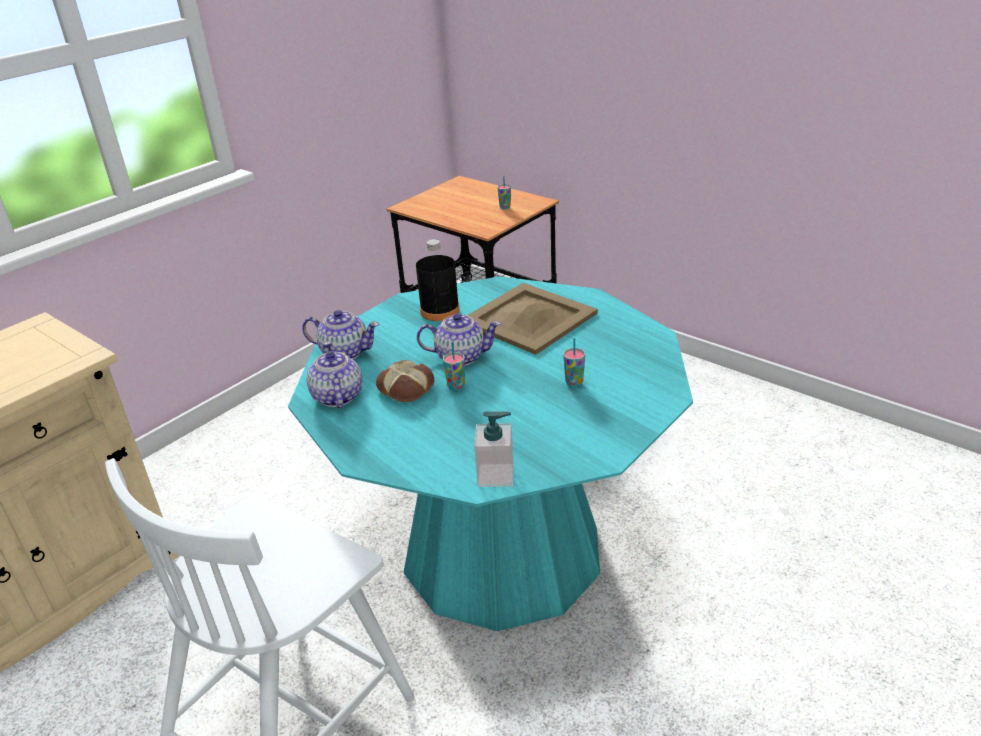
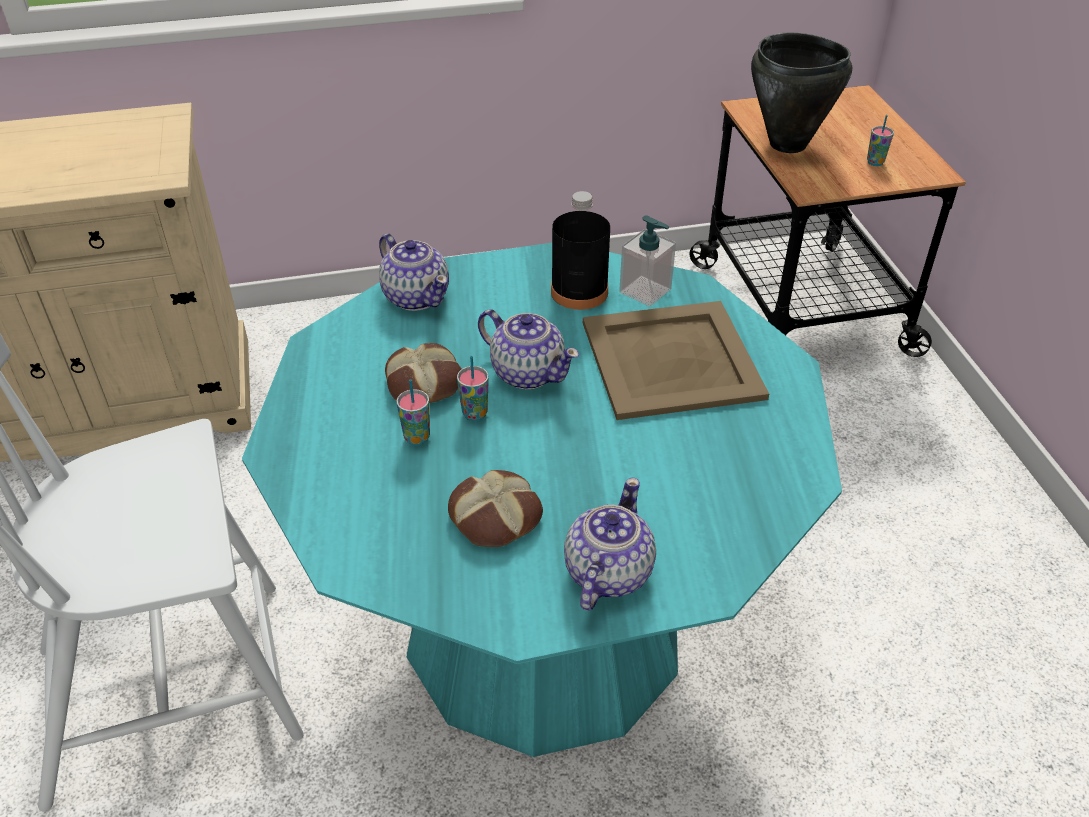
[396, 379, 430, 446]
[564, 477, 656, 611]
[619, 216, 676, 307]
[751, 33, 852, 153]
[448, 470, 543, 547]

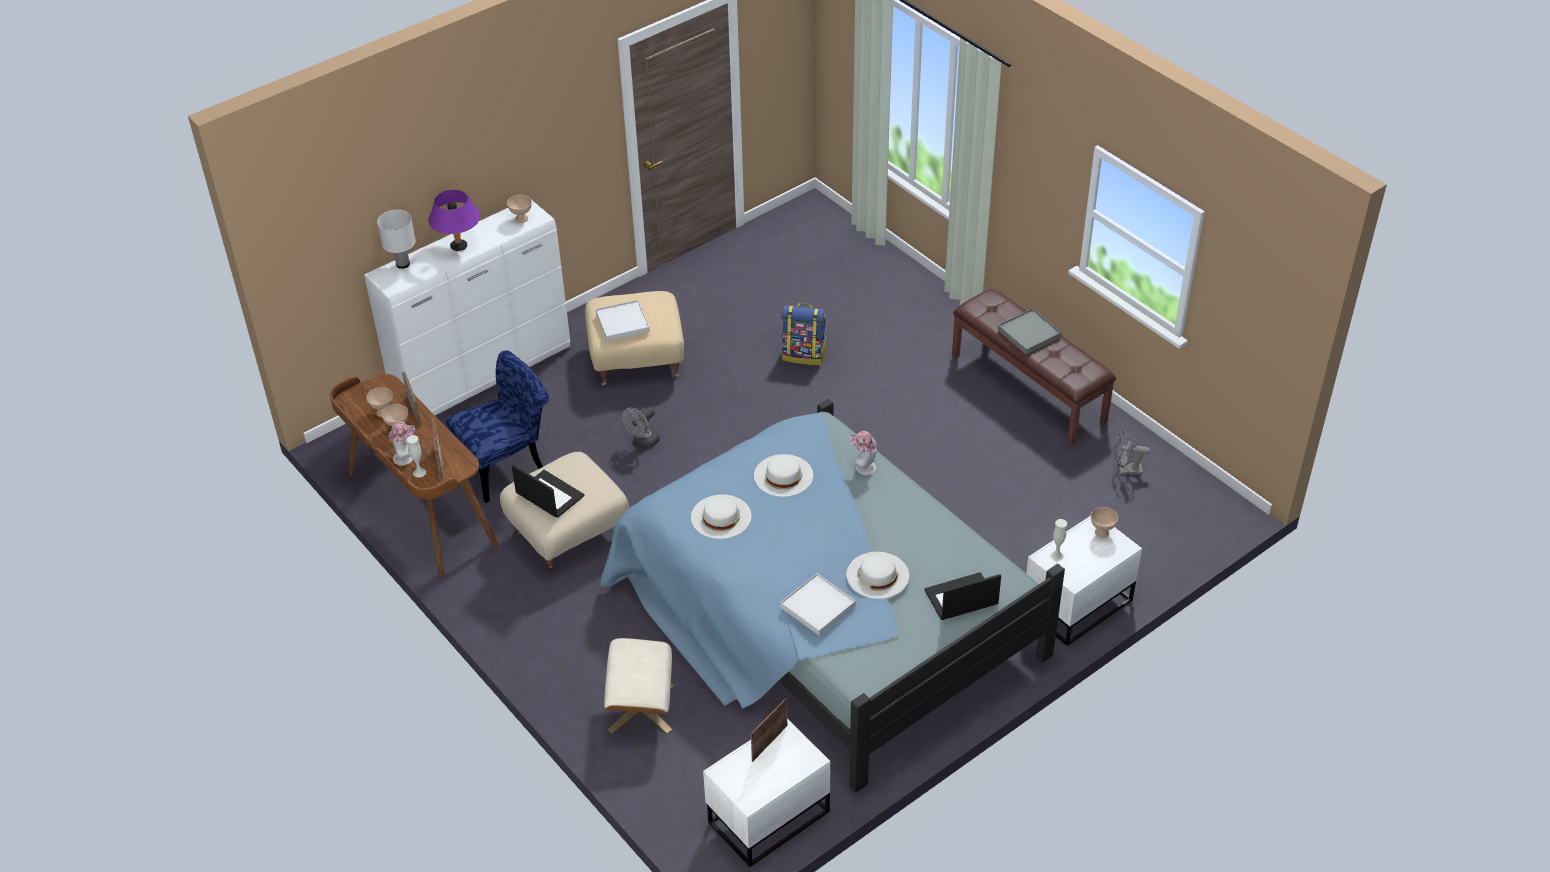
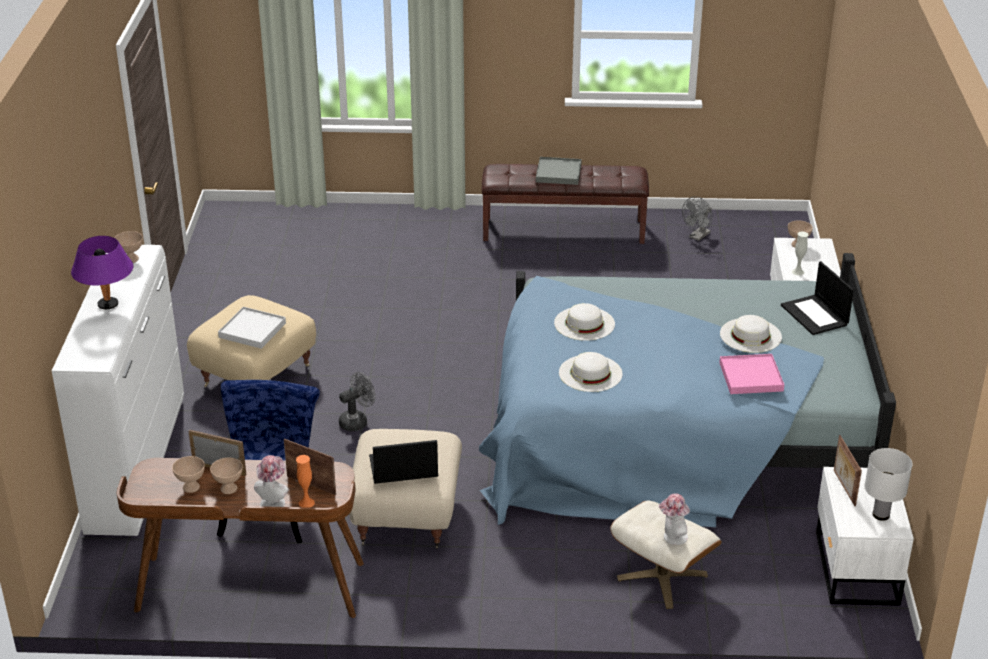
[864, 448, 913, 521]
[781, 303, 826, 365] (first image)
[339, 372, 376, 431]
[658, 493, 690, 545]
[296, 455, 315, 508]
[781, 261, 854, 335]
[719, 354, 784, 394]

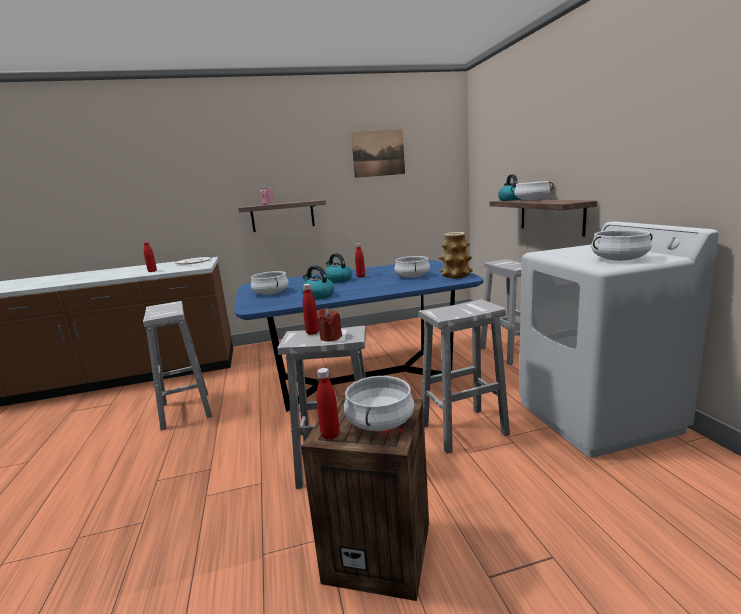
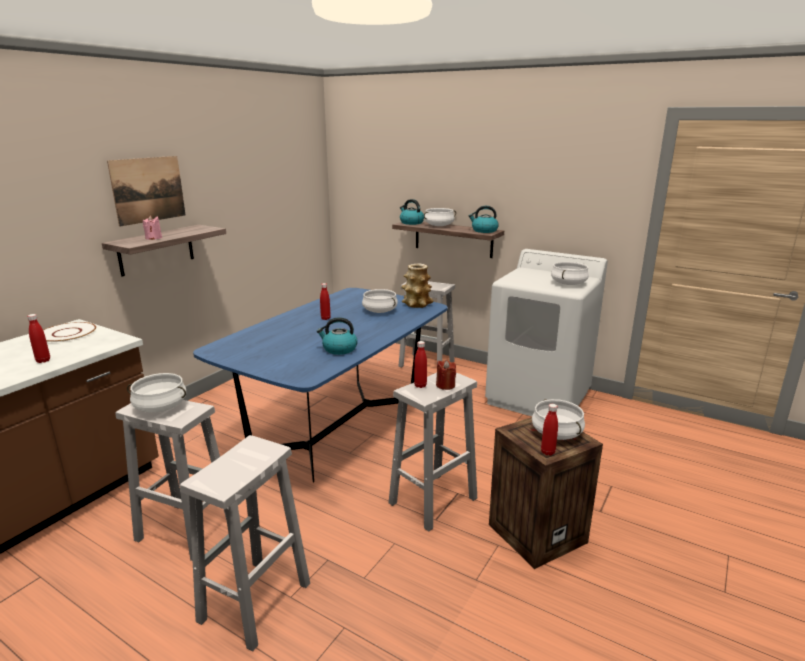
[107, 156, 186, 227]
[469, 206, 499, 233]
[127, 373, 186, 413]
[180, 435, 310, 652]

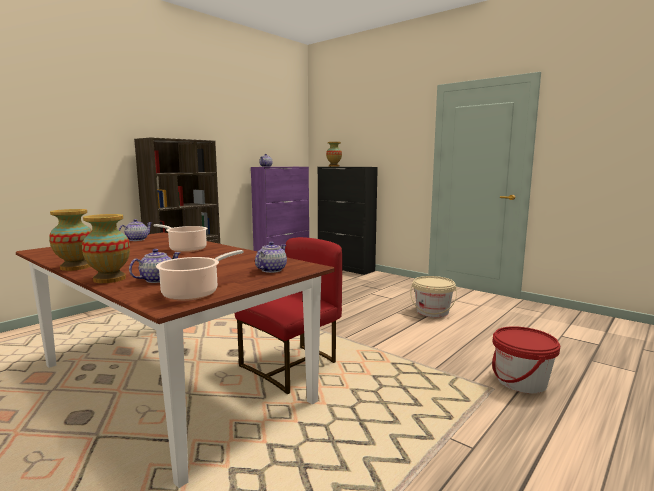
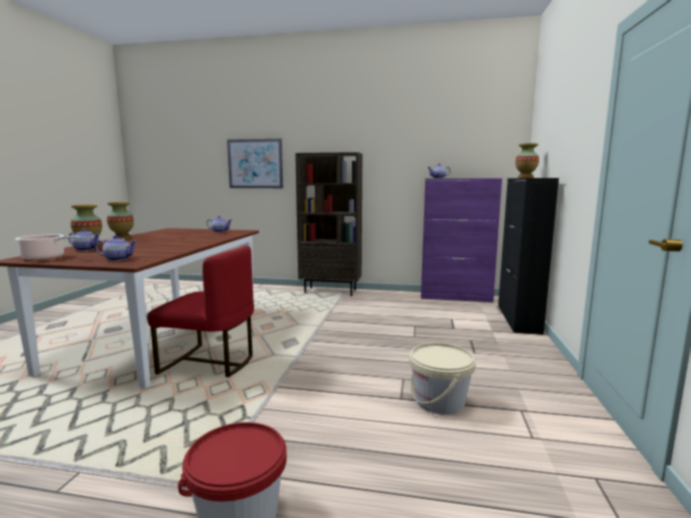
[154, 224, 208, 252] (first image)
[227, 139, 283, 188]

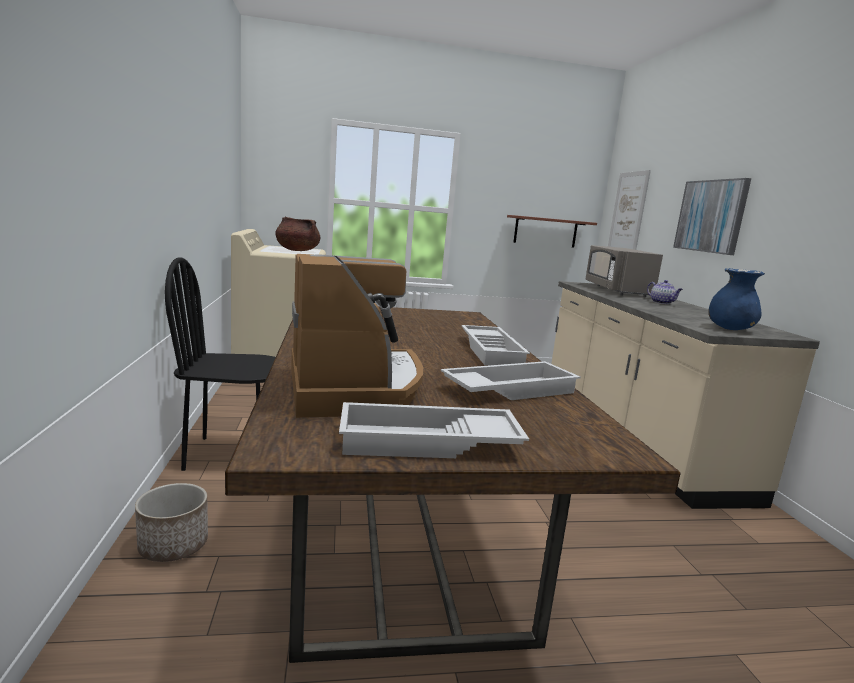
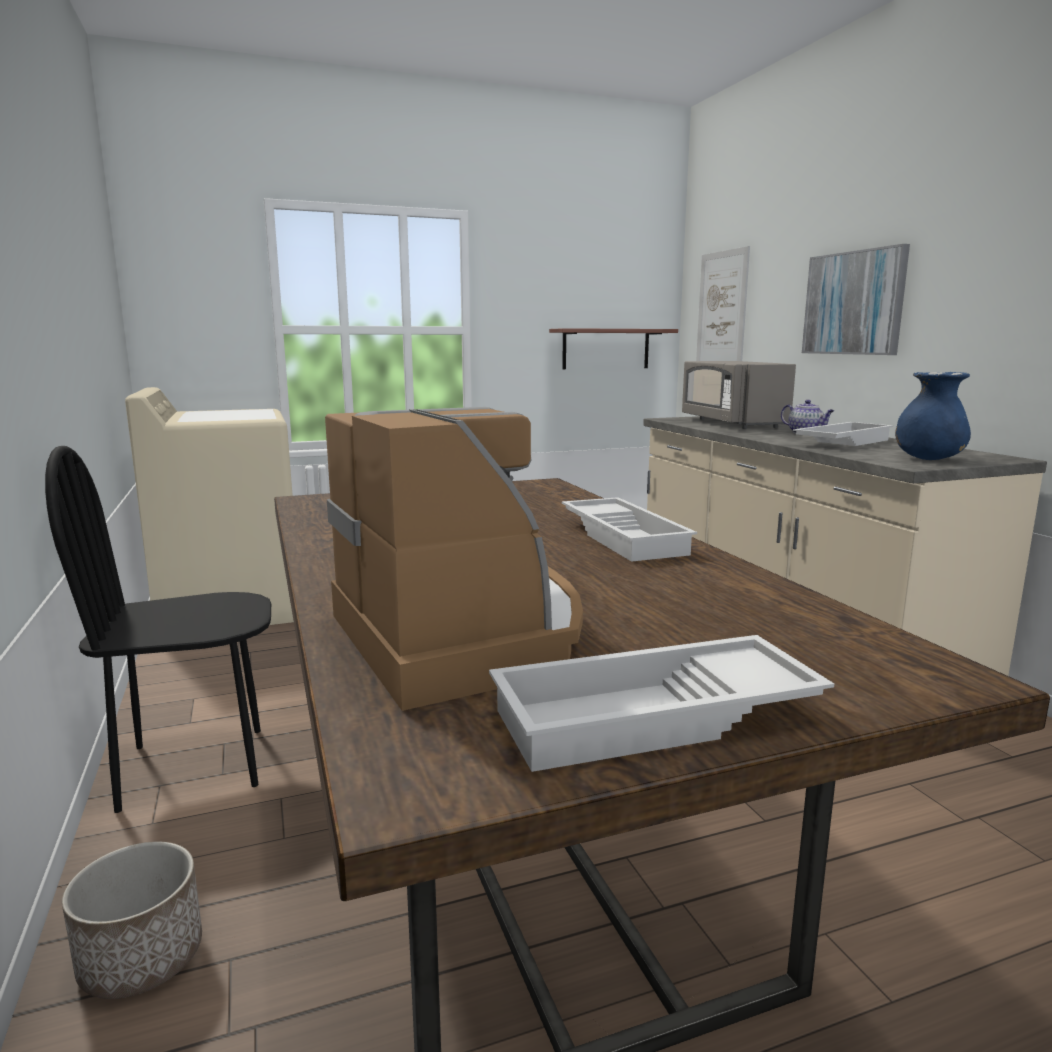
[275, 216, 320, 251] (first image)
[793, 422, 893, 446]

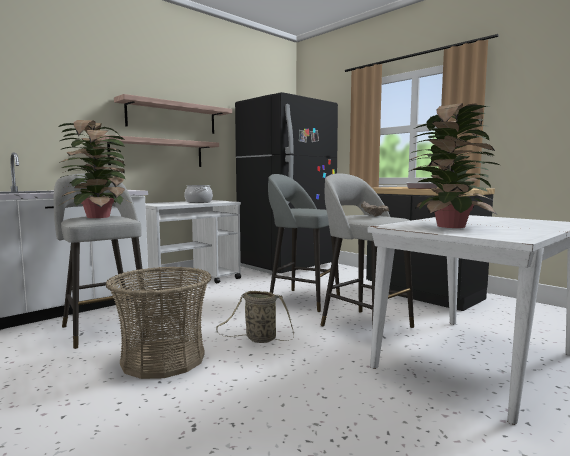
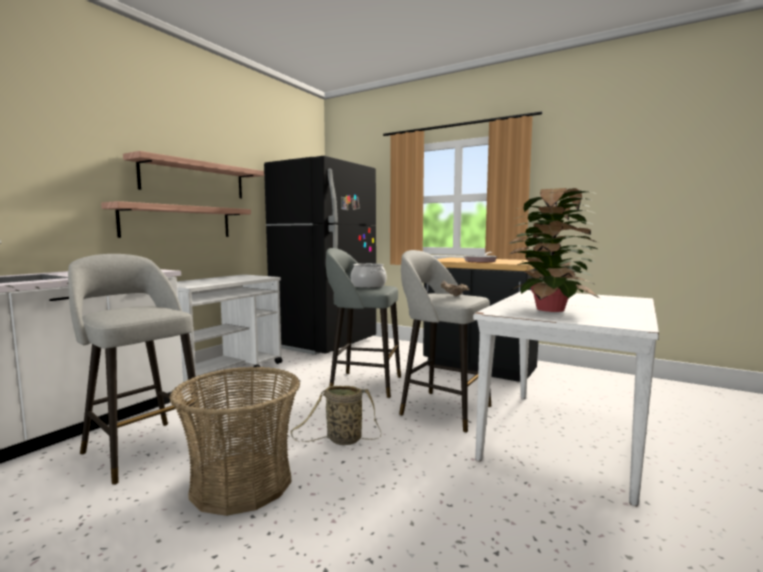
[58, 120, 133, 218] (first image)
[351, 263, 387, 288]

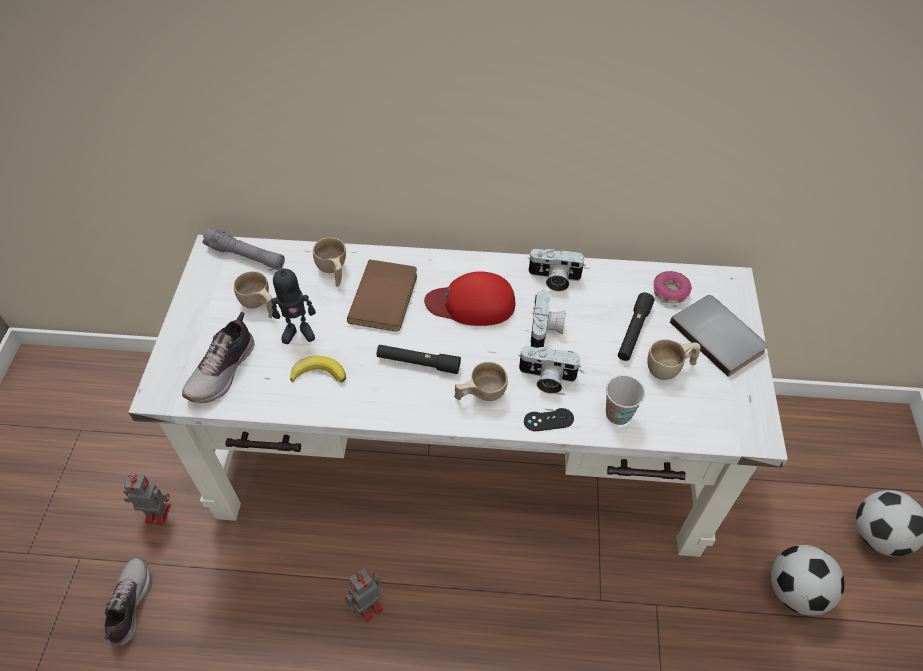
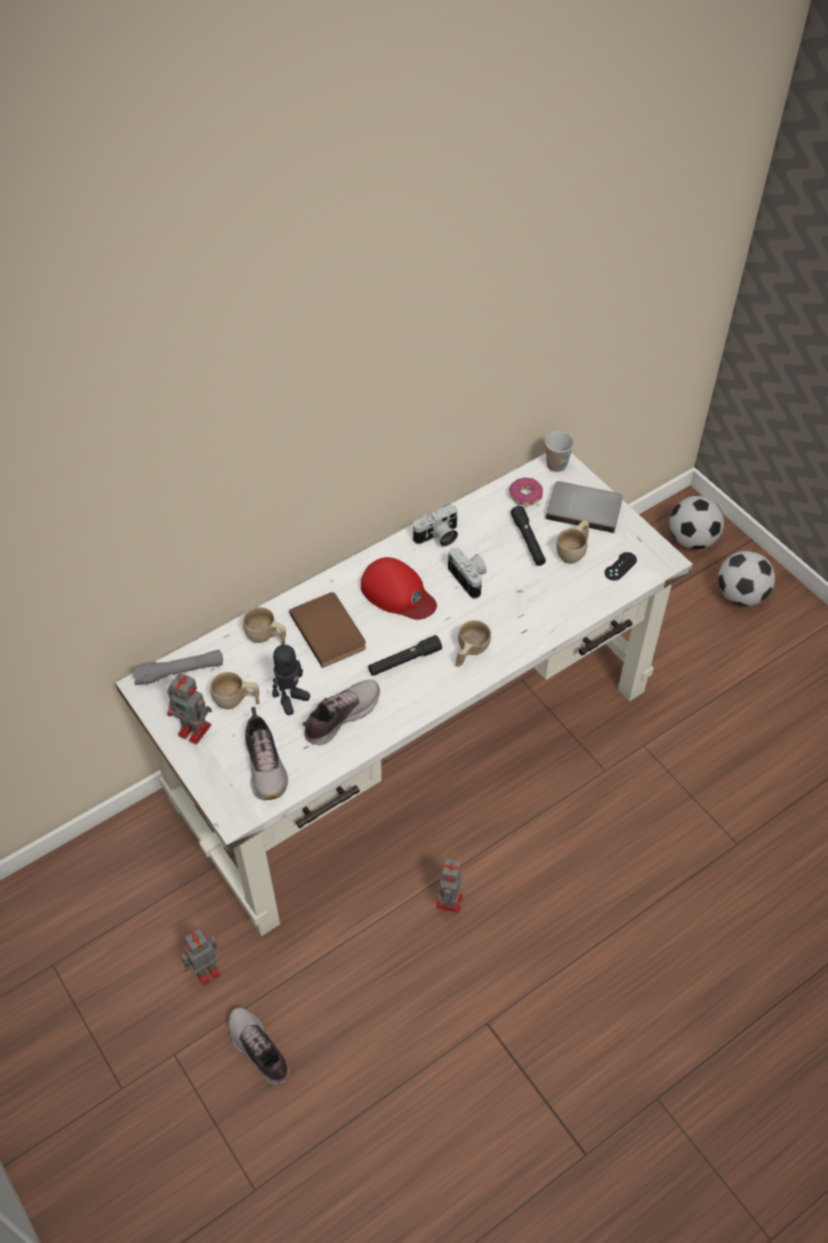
[361, 557, 437, 620]
[518, 346, 581, 394] (first image)
[302, 680, 380, 746]
[545, 431, 574, 472]
[605, 552, 637, 581]
[669, 496, 724, 549]
[167, 672, 212, 745]

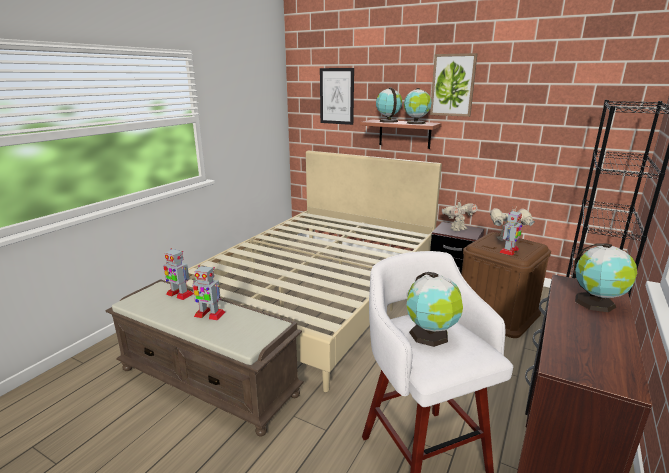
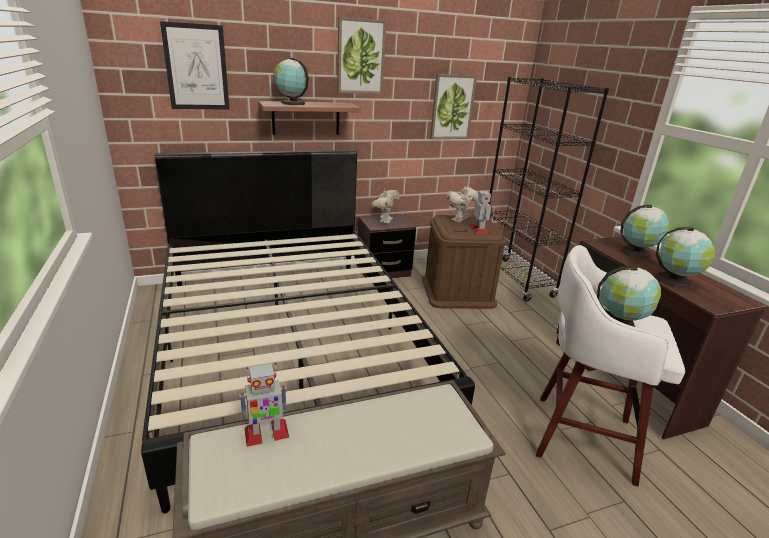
[655, 227, 715, 289]
[141, 150, 475, 514]
[193, 265, 225, 320] (first image)
[430, 74, 477, 139]

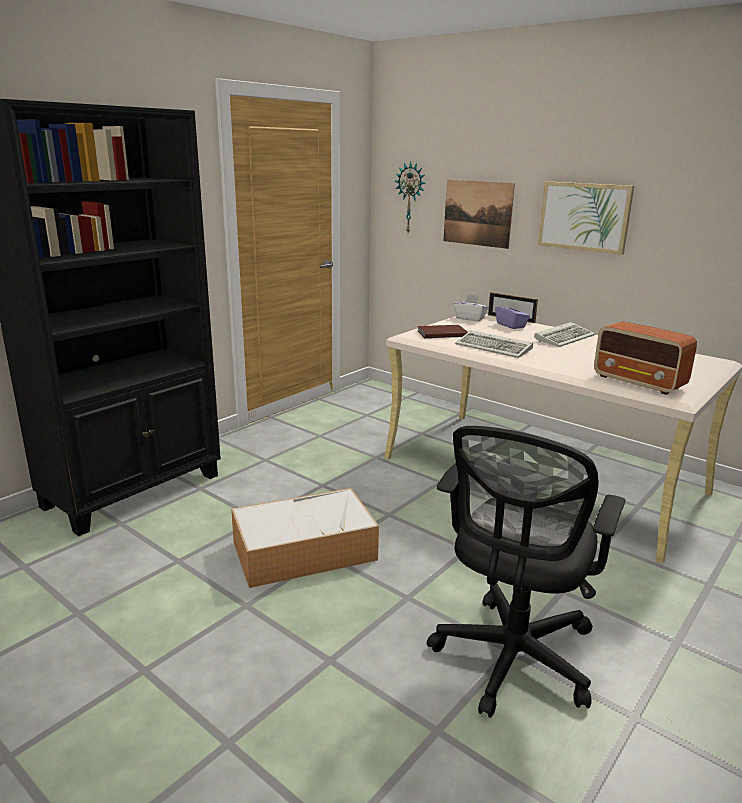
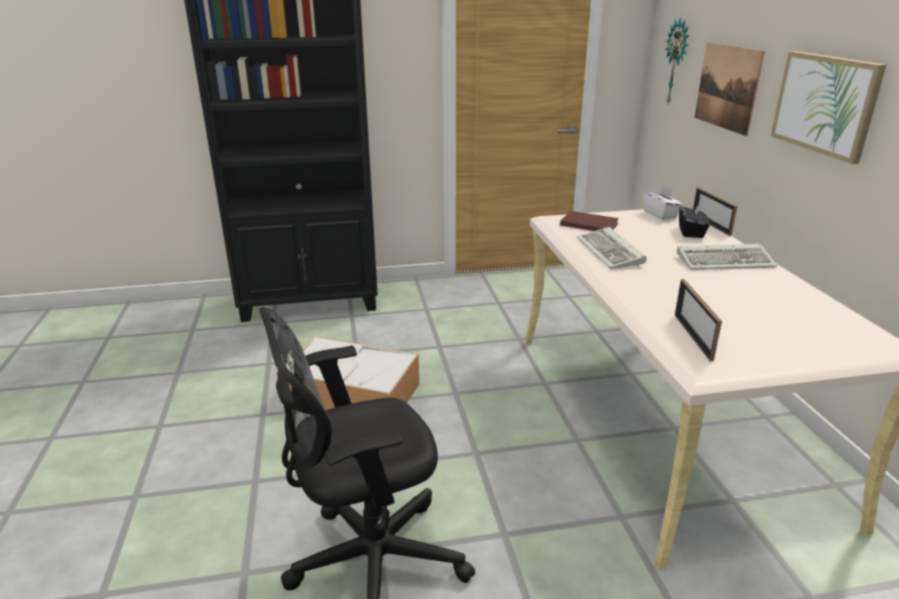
[679, 203, 710, 238]
[675, 279, 722, 361]

